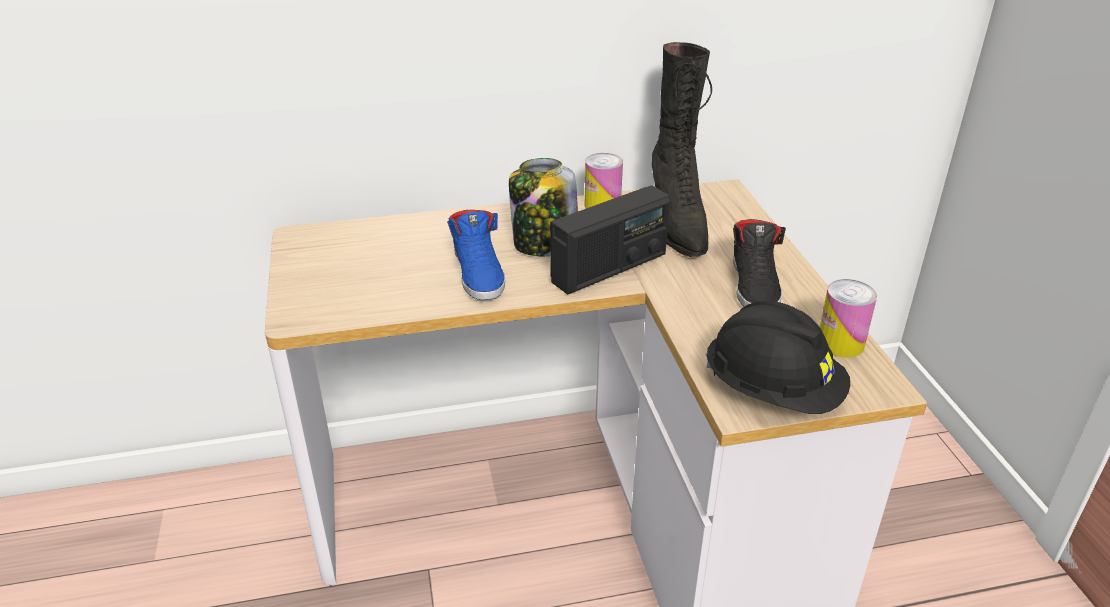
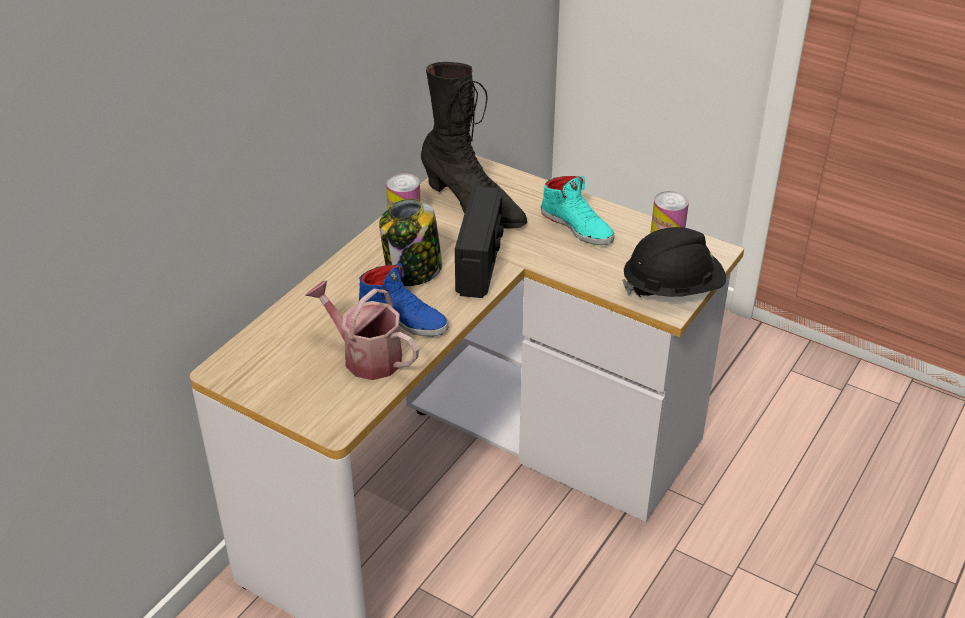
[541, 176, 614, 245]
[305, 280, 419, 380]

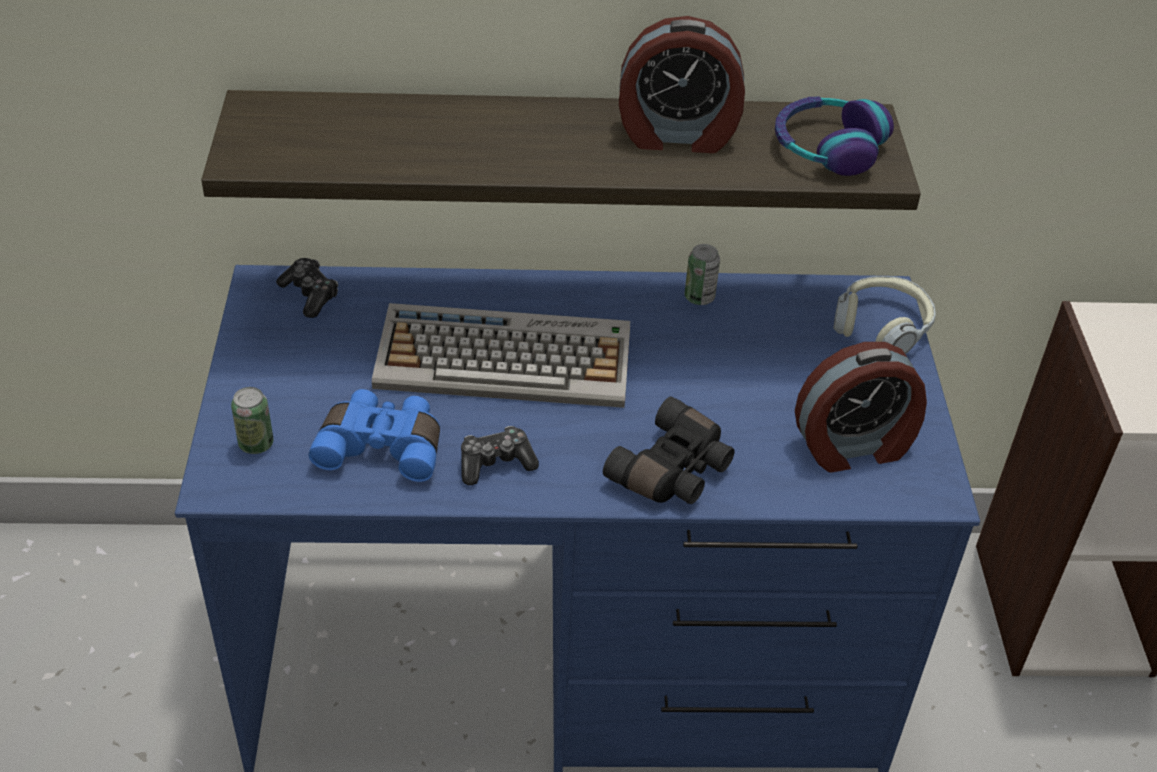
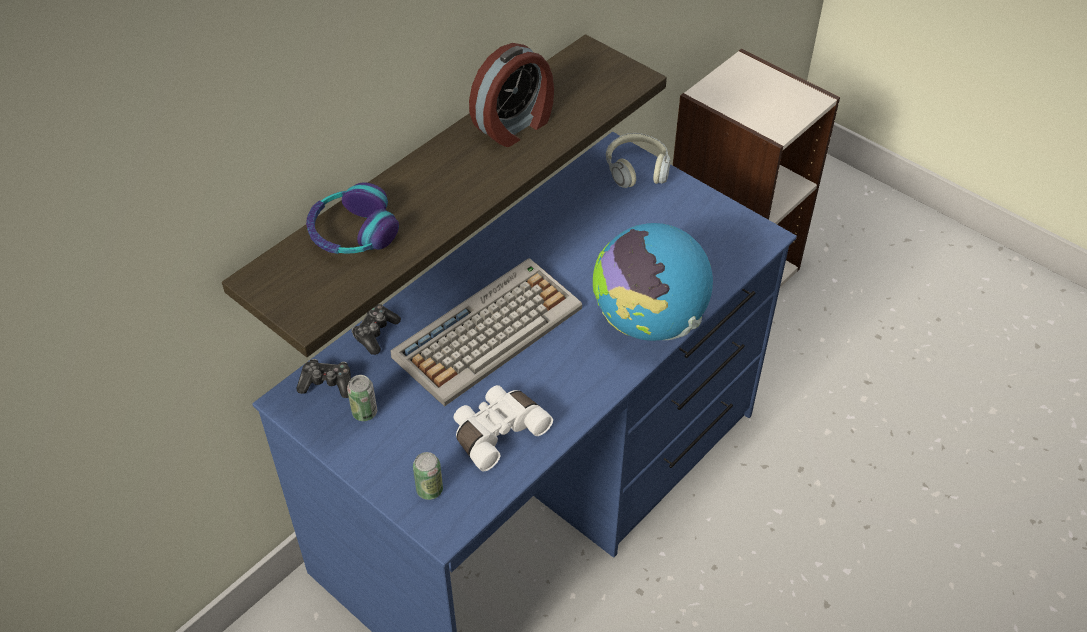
[306, 182, 399, 254]
[347, 375, 377, 421]
[795, 342, 927, 473] (first image)
[454, 385, 553, 471]
[593, 223, 713, 341]
[351, 304, 401, 355]

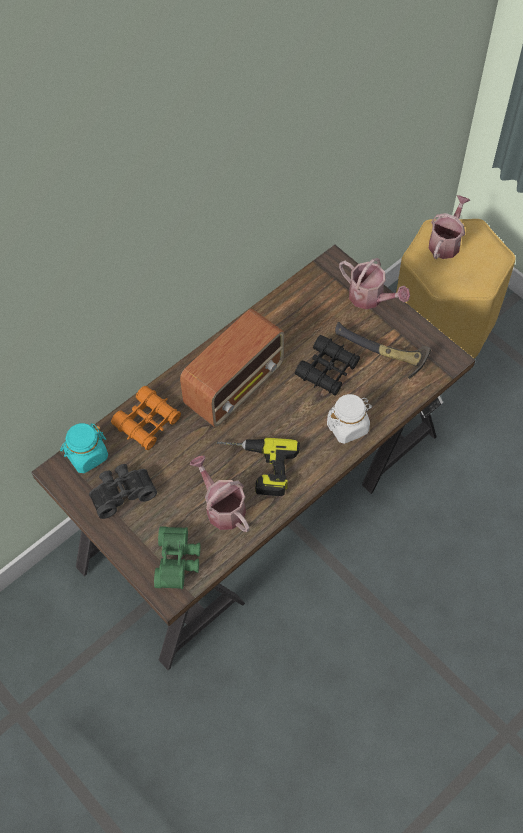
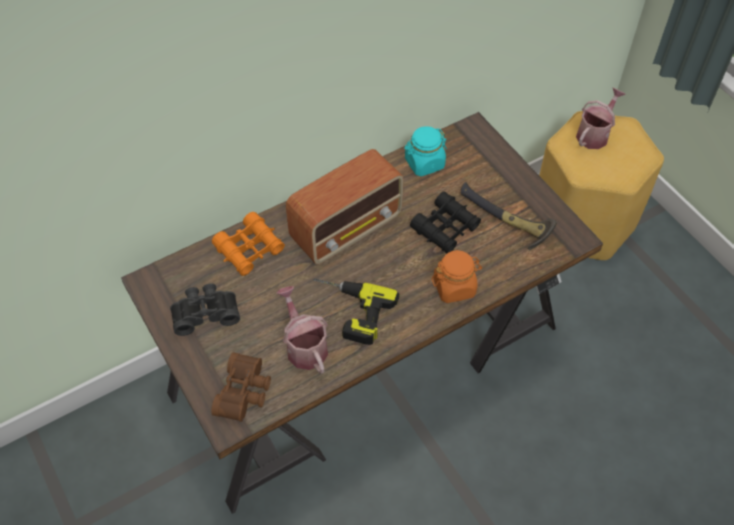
[339, 258, 410, 309] (first image)
[432, 250, 482, 303]
[404, 126, 447, 176]
[211, 352, 271, 422]

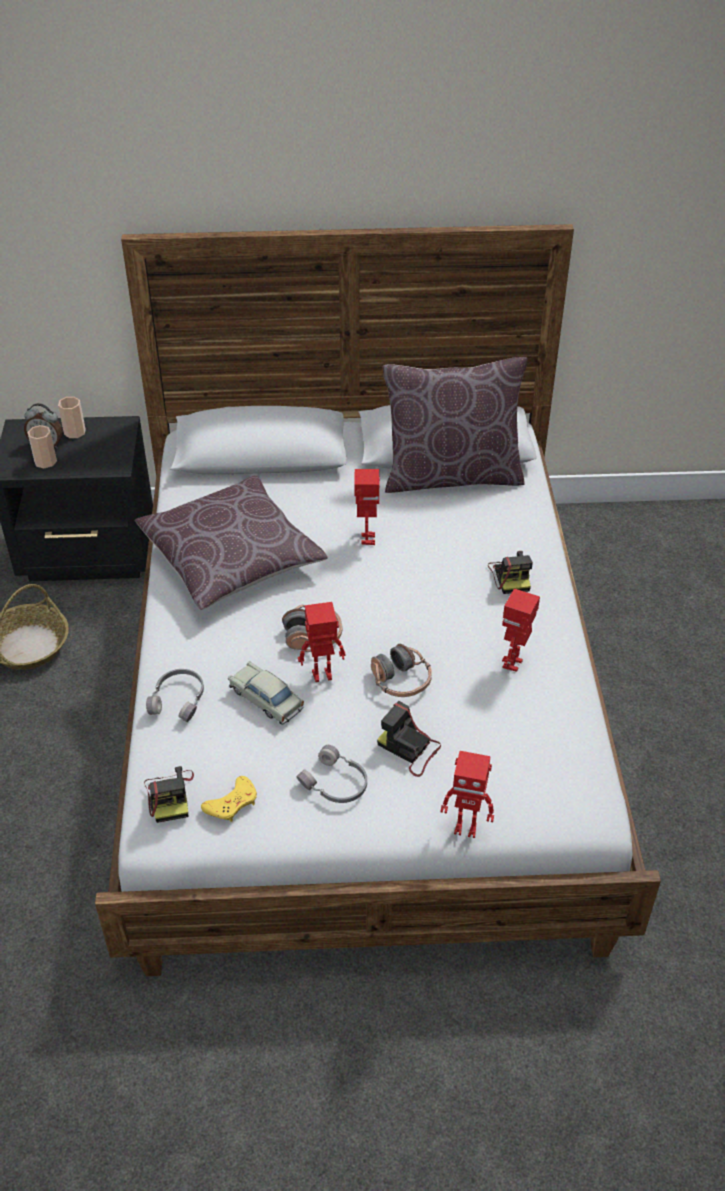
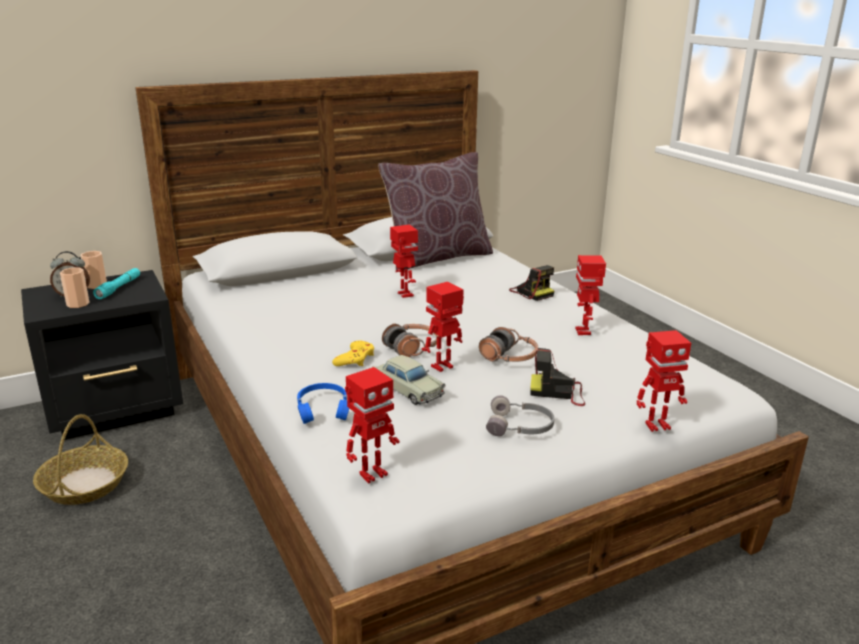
[135, 475, 328, 610] (first image)
[373, 355, 445, 405]
[297, 383, 349, 424]
[345, 367, 399, 484]
[332, 341, 374, 366]
[93, 268, 140, 299]

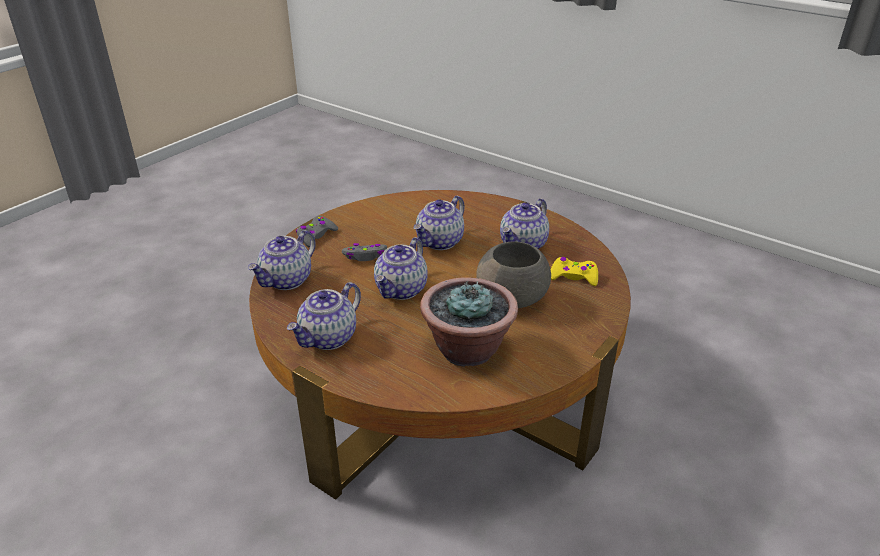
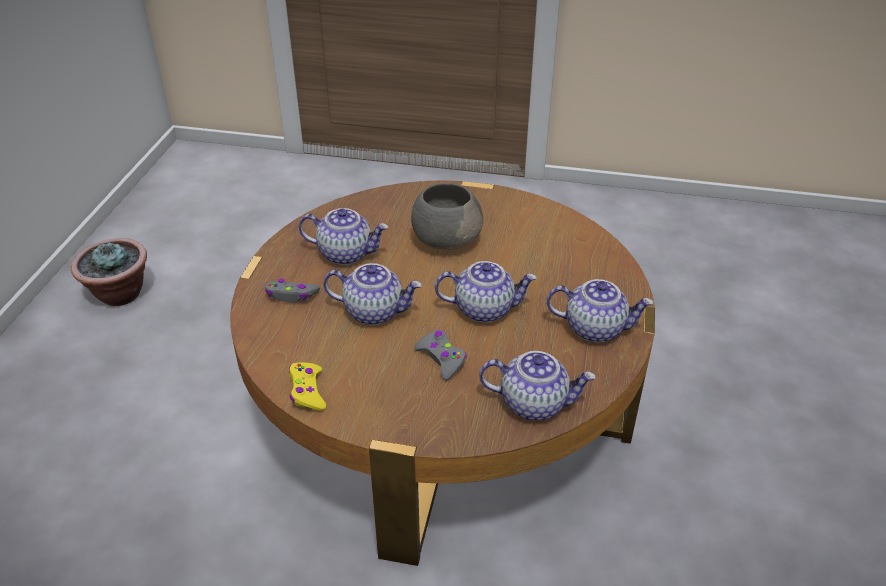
[265, 279, 320, 302]
[289, 362, 326, 411]
[71, 238, 147, 306]

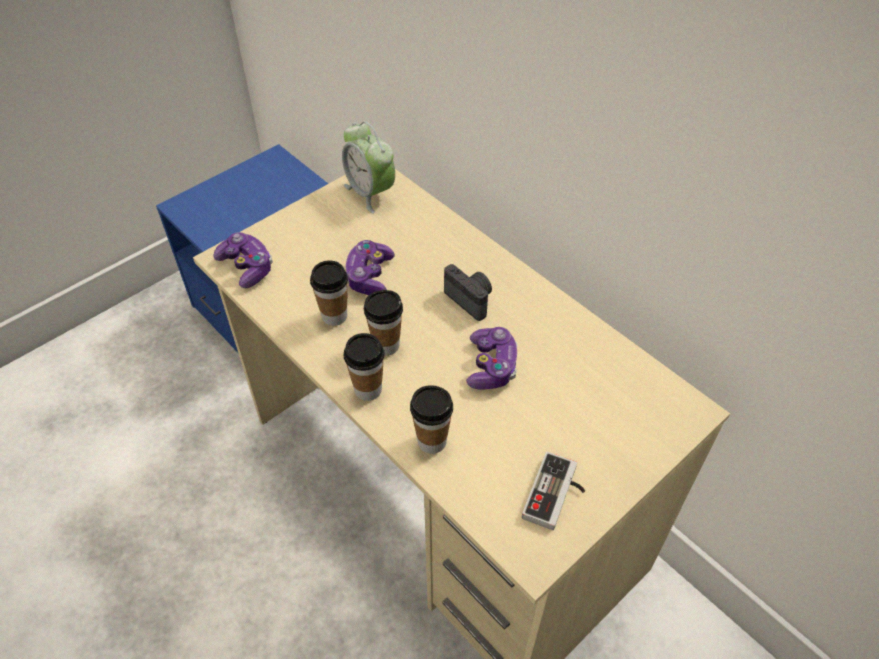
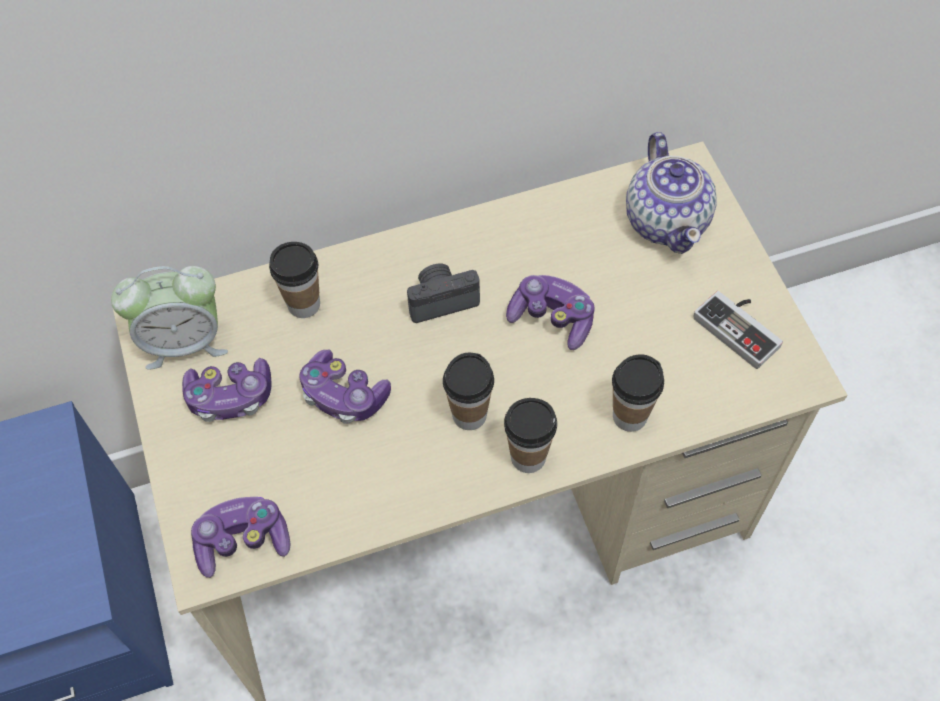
[269, 242, 320, 318]
[626, 132, 717, 254]
[182, 358, 272, 422]

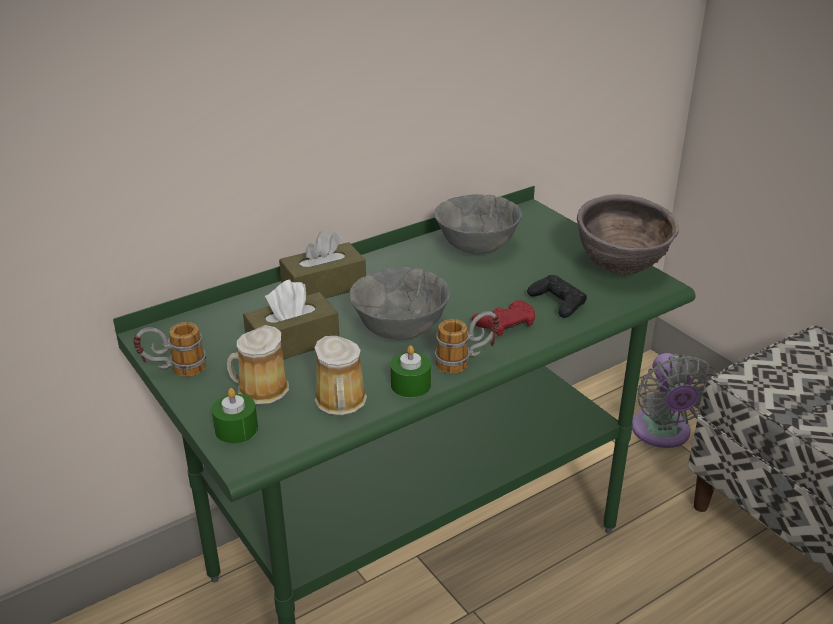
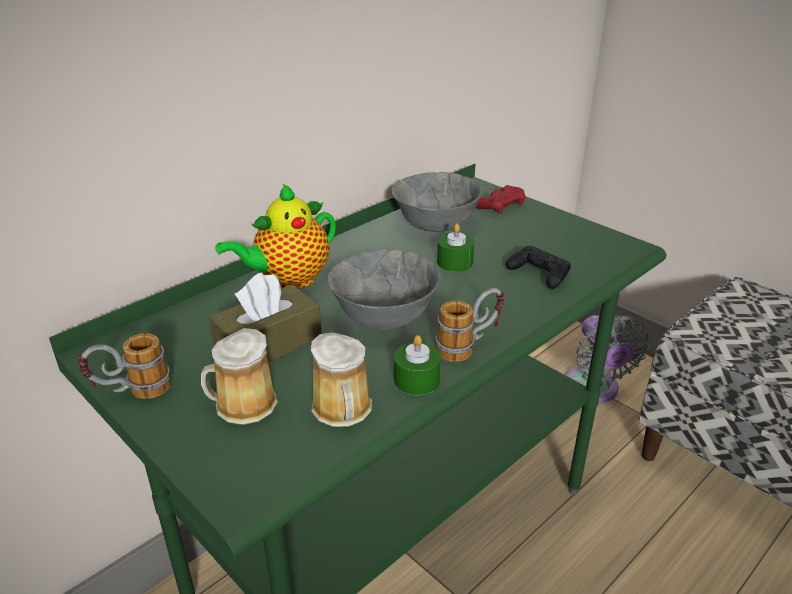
[577, 195, 679, 275] (first image)
[215, 183, 336, 289]
[476, 185, 525, 214]
[437, 224, 475, 272]

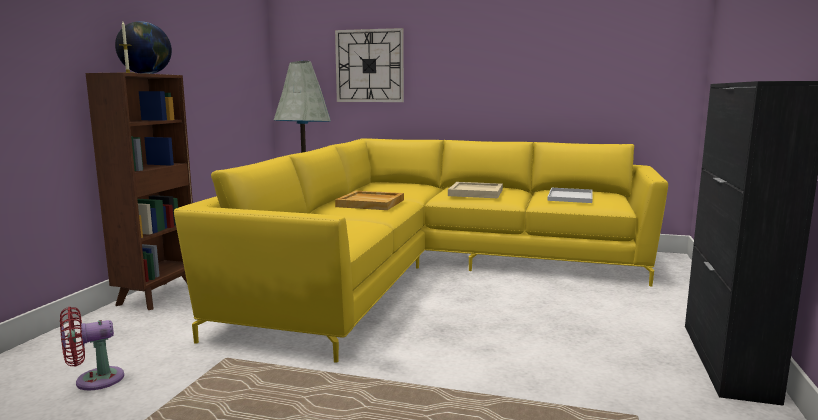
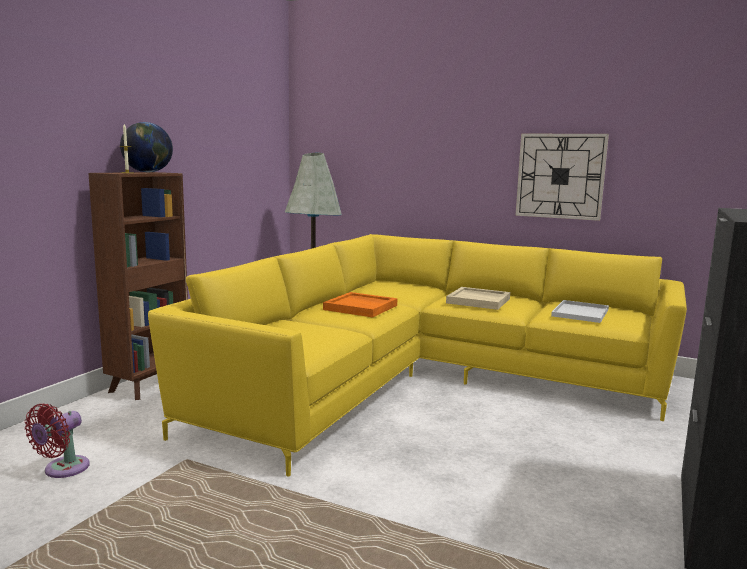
[515, 134, 609, 221]
[323, 292, 397, 317]
[25, 404, 90, 478]

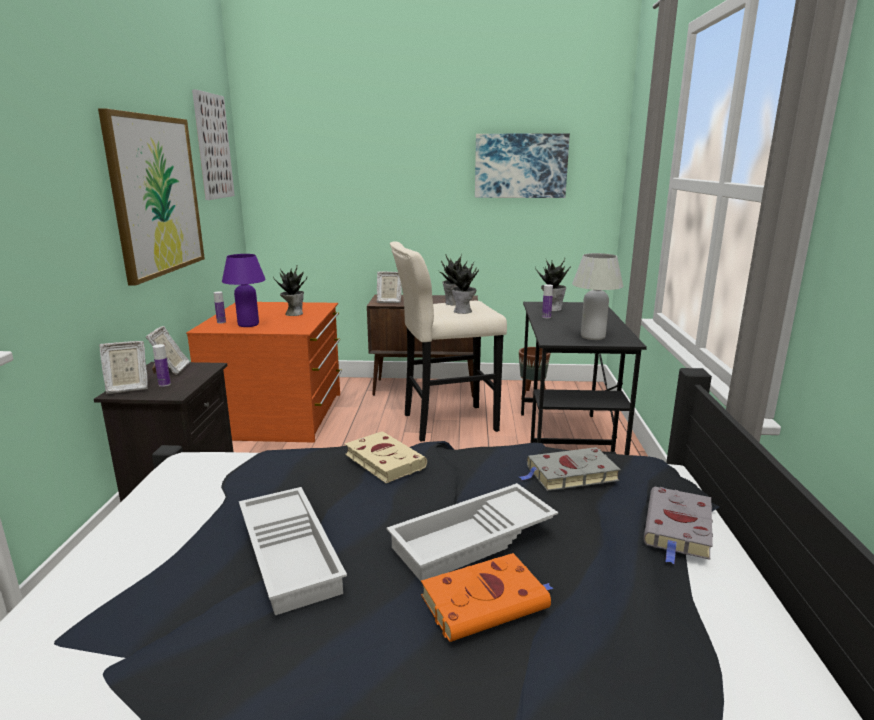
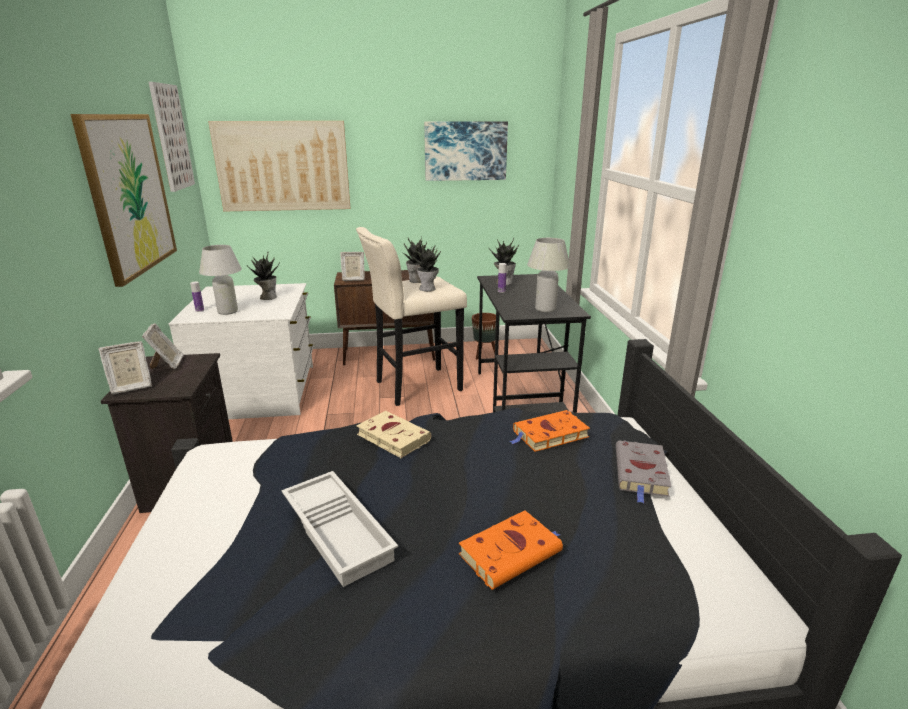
[199, 245, 242, 315]
[169, 283, 314, 419]
[153, 344, 171, 387] (first image)
[509, 410, 590, 452]
[387, 483, 558, 581] (first image)
[208, 121, 350, 212]

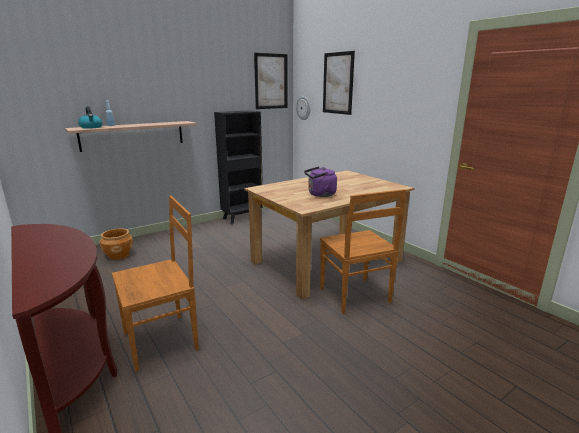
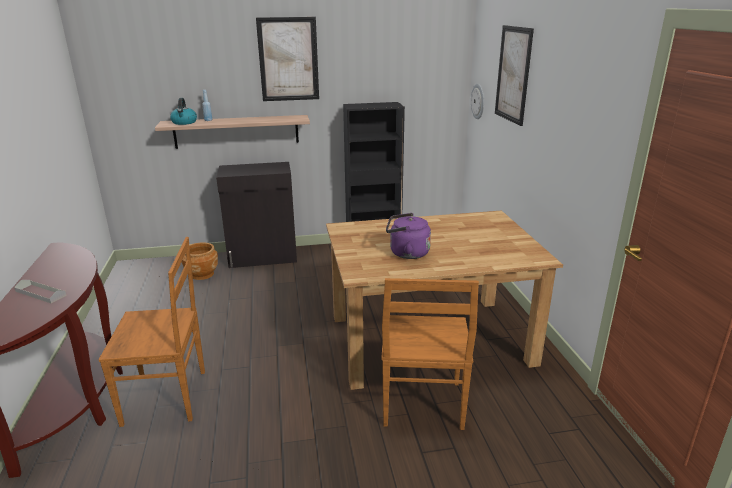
[256, 17, 319, 101]
[216, 162, 297, 268]
[15, 280, 67, 303]

